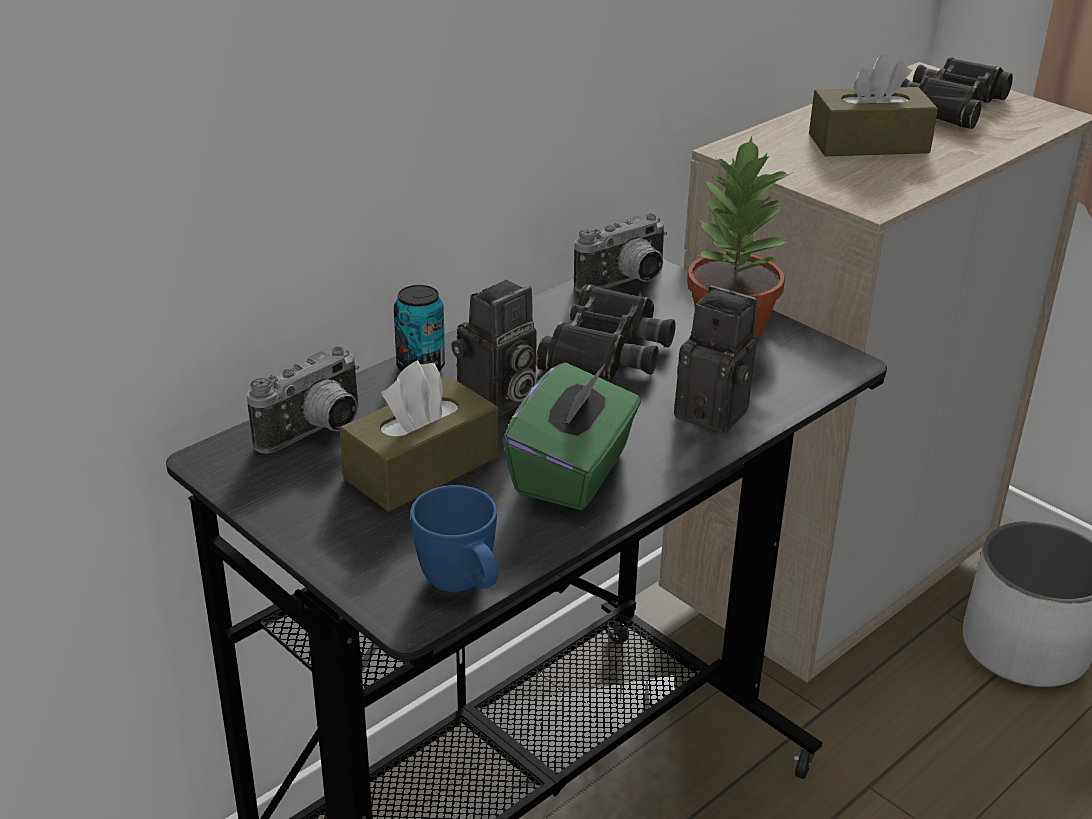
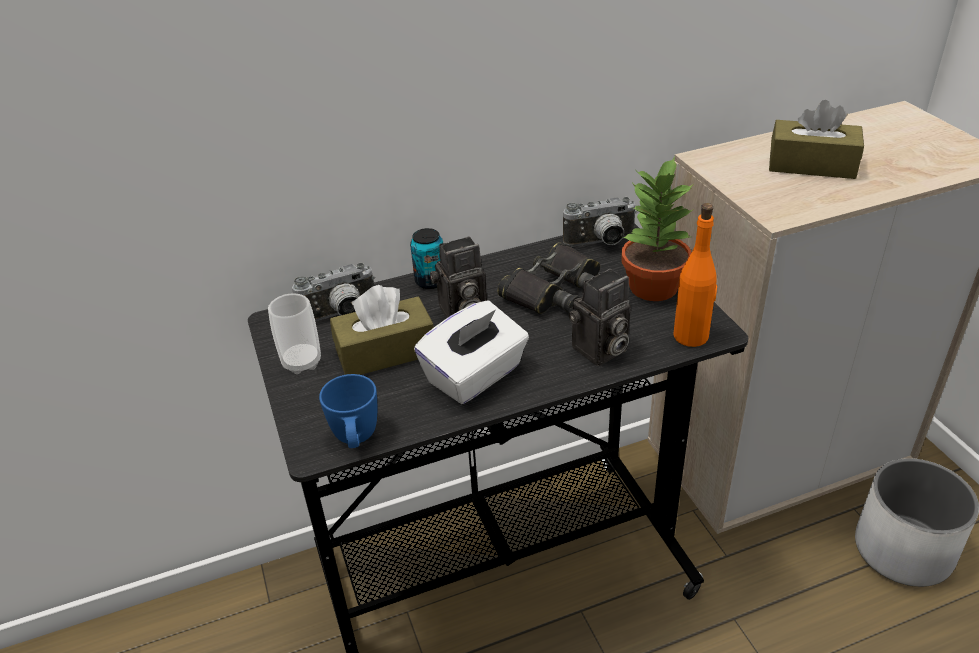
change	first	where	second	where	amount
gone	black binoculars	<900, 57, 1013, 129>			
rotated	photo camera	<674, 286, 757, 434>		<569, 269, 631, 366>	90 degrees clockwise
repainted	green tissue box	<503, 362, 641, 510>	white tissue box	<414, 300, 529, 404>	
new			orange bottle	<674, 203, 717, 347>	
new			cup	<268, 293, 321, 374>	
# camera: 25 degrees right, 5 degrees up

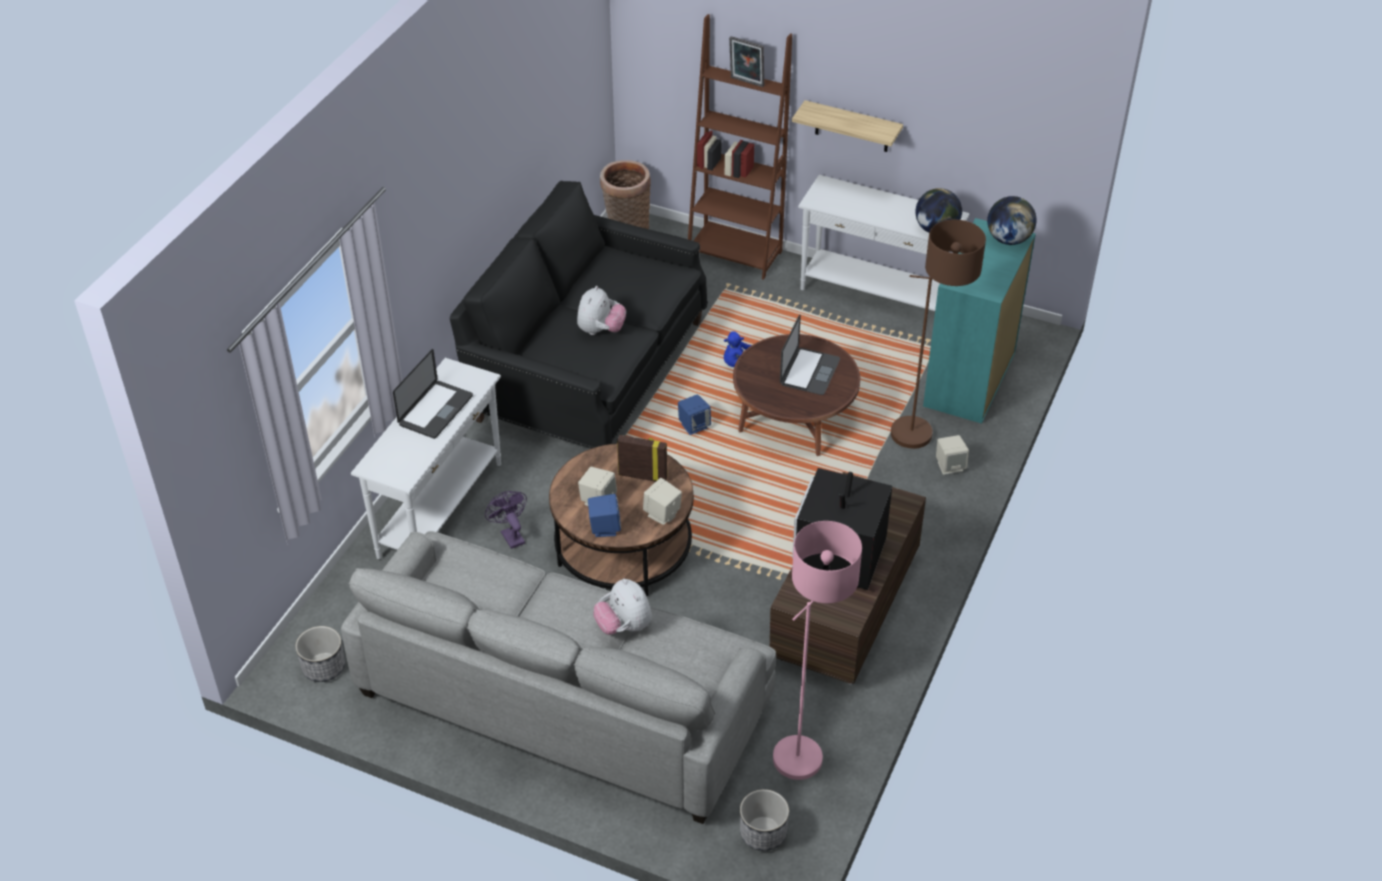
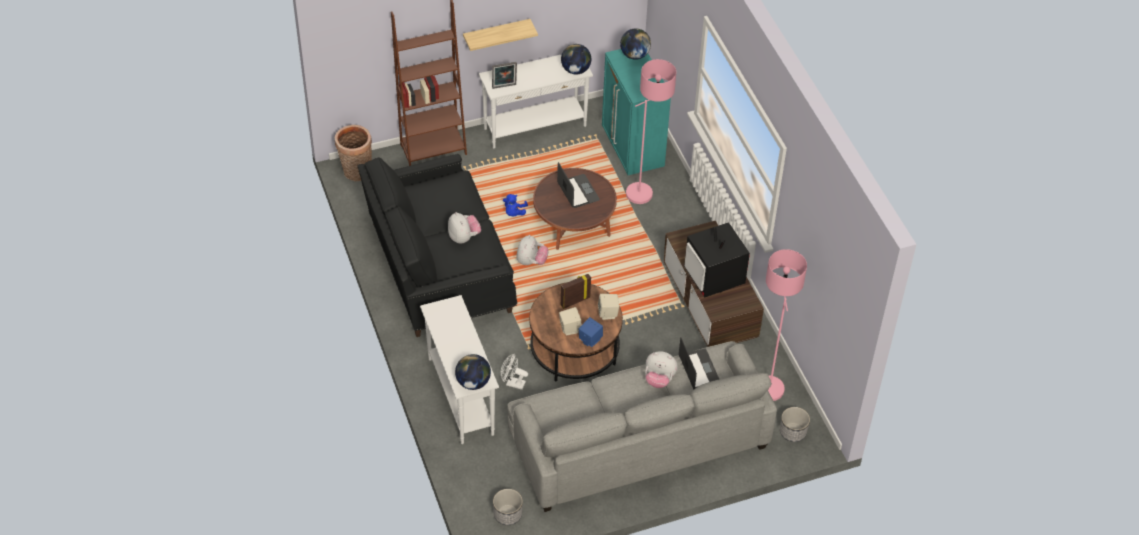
change	first	where	second	where	amount
shifted	picture frame	<729, 36, 764, 87>		<492, 62, 517, 89>	
repainted	brown floor lamp	<891, 219, 986, 449>	pink floor lamp	<626, 59, 676, 204>	
shifted	laptop	<393, 349, 473, 439>		<679, 337, 719, 390>	
swapped	blue speaker	<678, 394, 711, 435>	plush toy	<516, 235, 549, 265>	
gone	beige speaker	<936, 435, 969, 475>			
repainted	purple fan	<485, 491, 527, 549>	white fan	<501, 354, 528, 390>	
new			globe	<455, 354, 491, 390>	
# camera: 45 degrees left, 5 degrees up

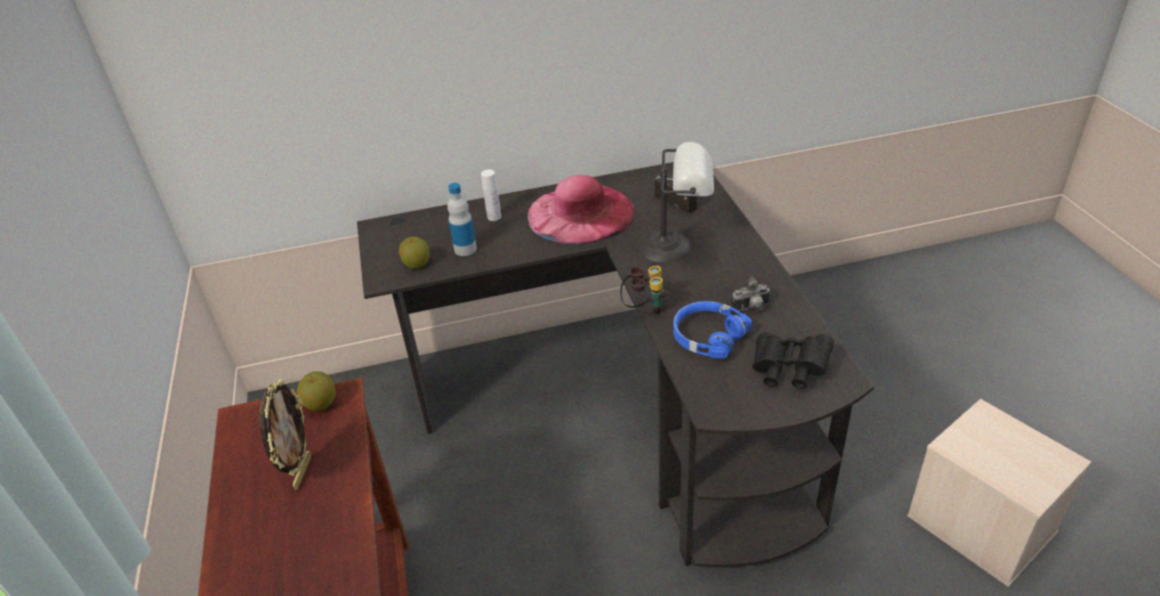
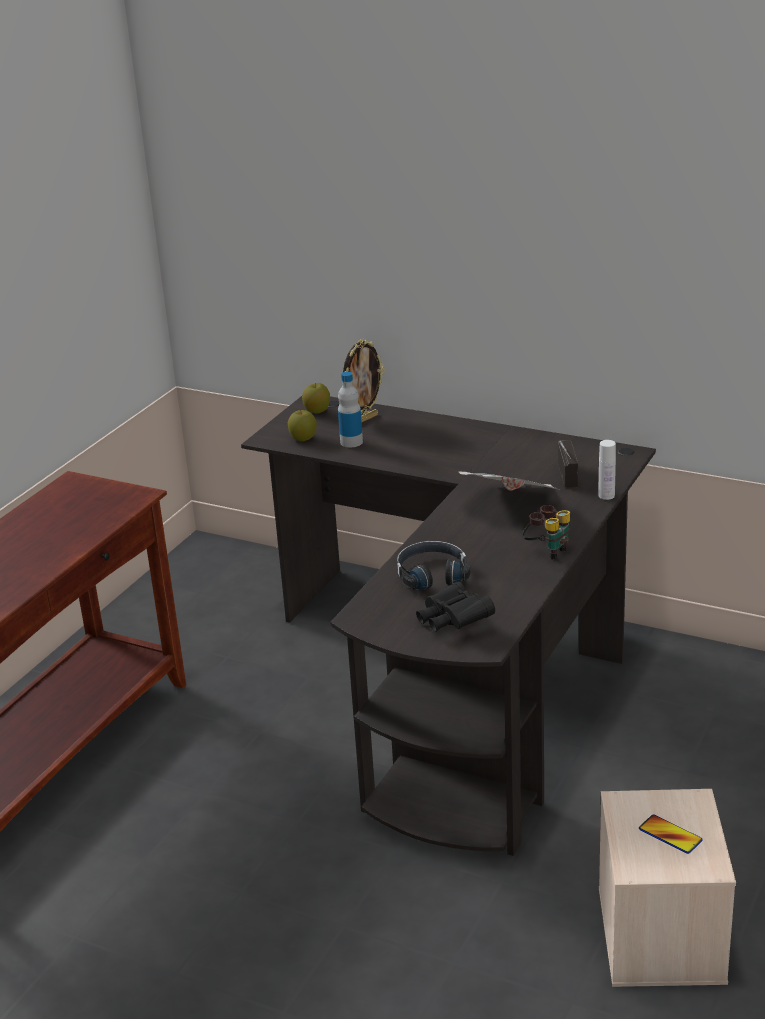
change	first	where	second	where	amount
swapped	table lamp	<637, 142, 714, 262>	newspaper	<459, 471, 560, 491>	
shifted	white bottle	<481, 169, 501, 221>		<598, 440, 616, 500>	
gone	pink hat	<528, 175, 635, 245>			
shifted	binoculars	<620, 266, 667, 314>		<522, 505, 570, 559>	
gone	photo camera	<732, 276, 771, 311>			
repainted	blue headphones	<673, 301, 752, 359>	black headphones	<397, 541, 470, 590>	
shifted	apple	<297, 371, 336, 411>		<302, 383, 330, 413>	
shifted	picture frame	<259, 379, 311, 490>		<343, 339, 385, 422>	
new			phone	<639, 815, 703, 854>	
# camera: 40 degrees right, 10 degrees down

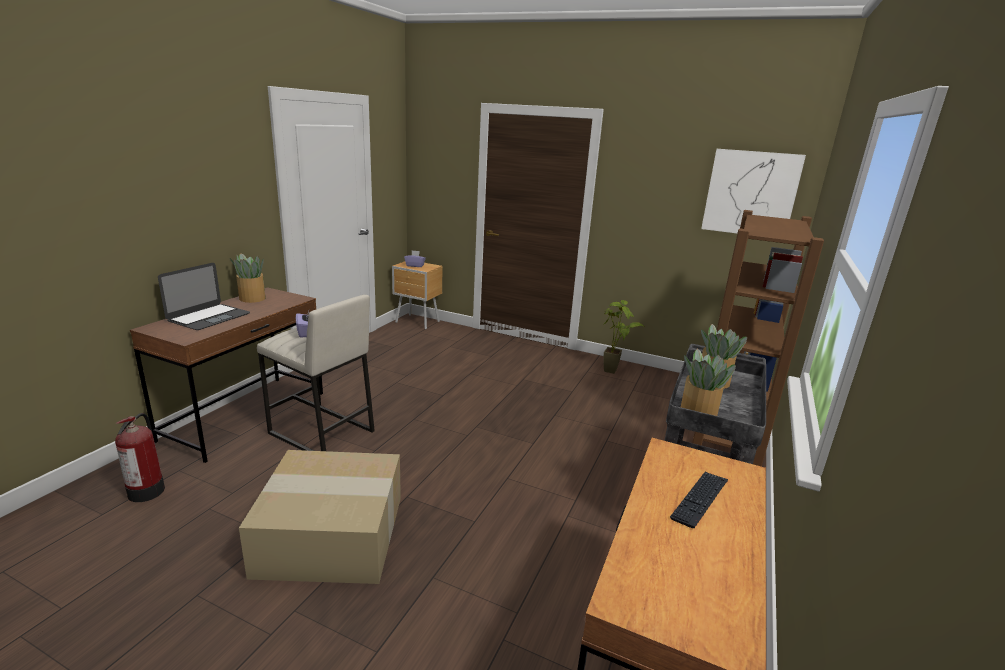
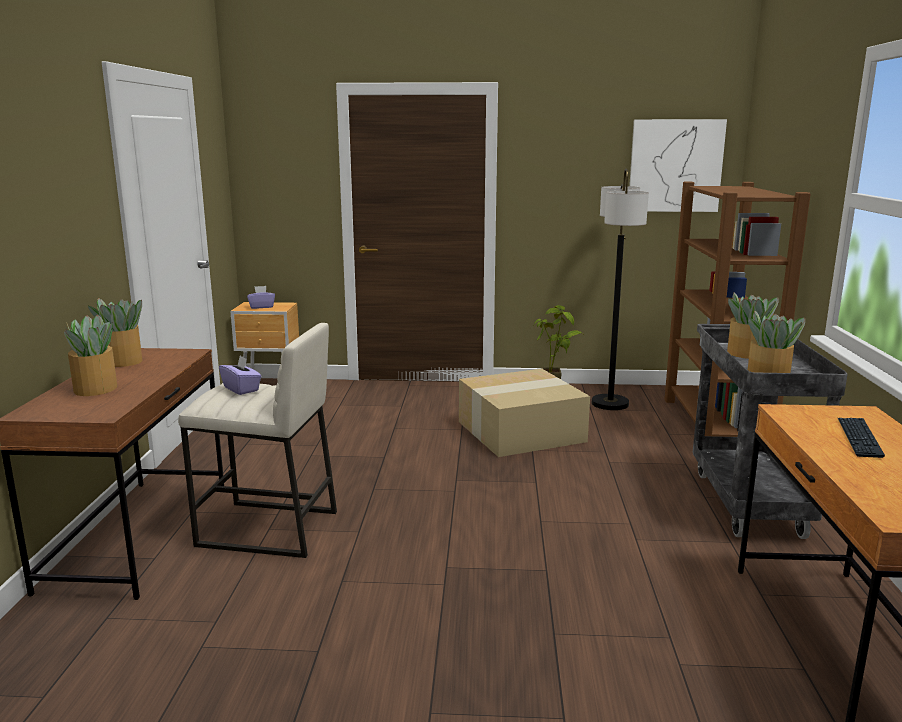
change	first	where	second	where	amount
swapped	laptop	<158, 263, 250, 330>	potted plant	<64, 315, 117, 396>	
gone	fire extinguisher	<115, 413, 165, 502>			
shifted	cardboard box	<239, 450, 401, 584>		<459, 369, 590, 457>	
new			floor lamp	<592, 169, 649, 410>	
# camera: 20 degrees left, 5 degrees down

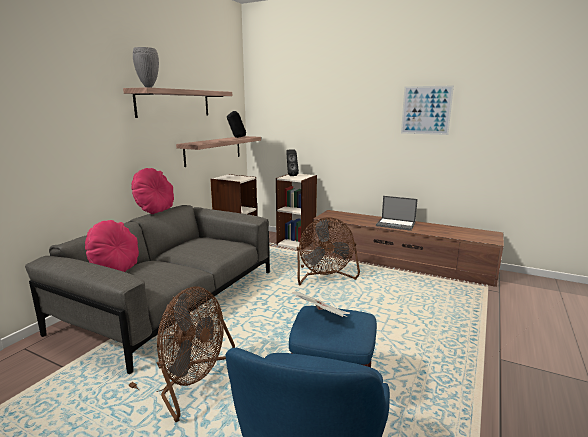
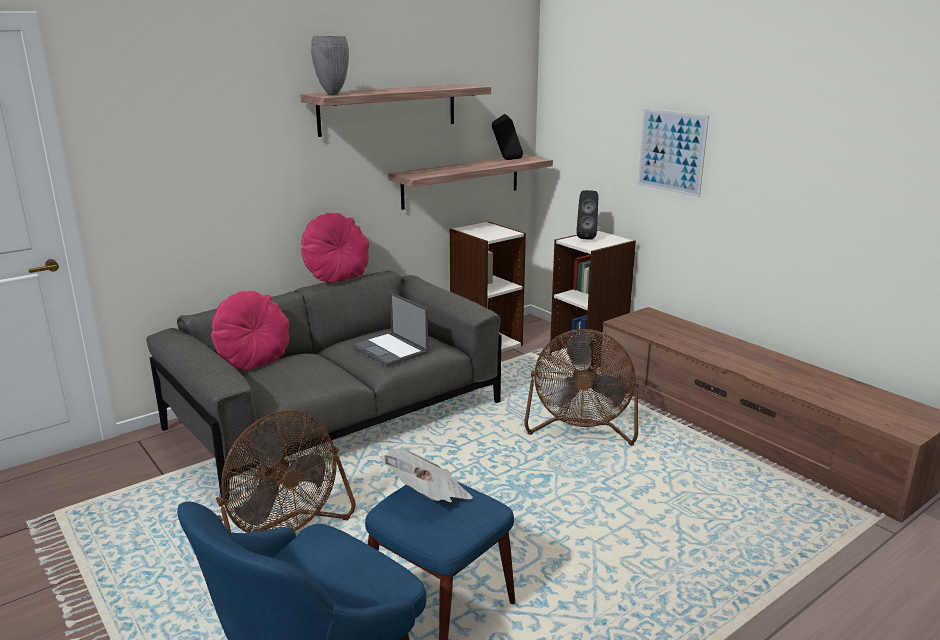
change	first	where	second	where	amount
shifted	picture	<401, 85, 454, 135>		<638, 108, 709, 197>	
shifted	laptop	<376, 196, 418, 231>		<351, 292, 429, 367>	
# camera: 25 degrees right, 5 degrees up

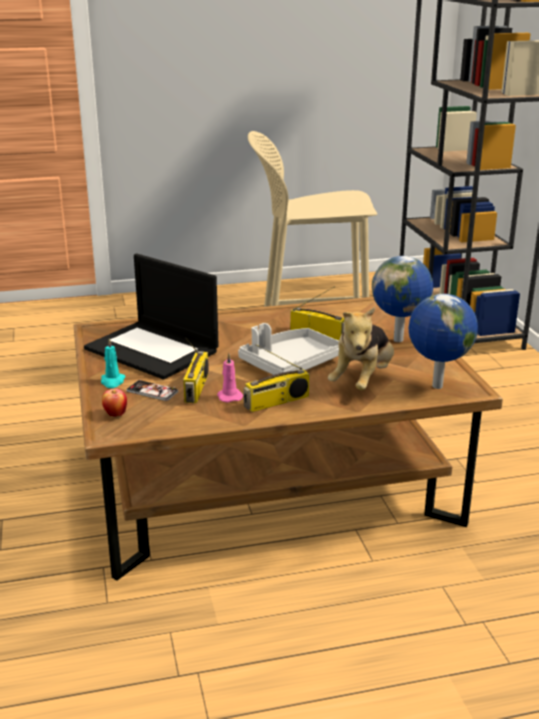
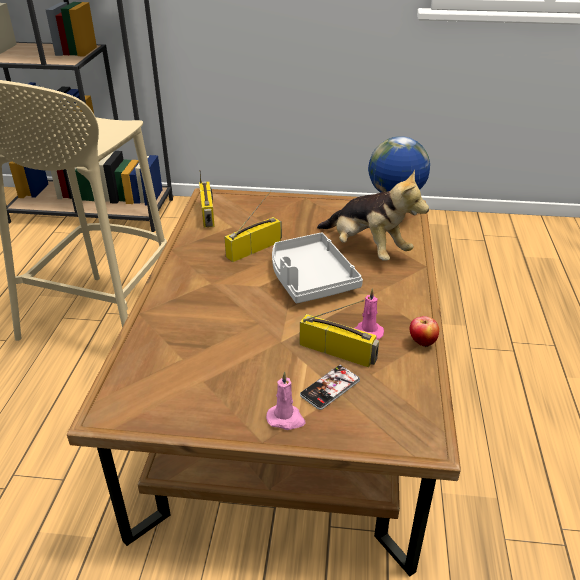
change	first	where	second	where	amount
gone	laptop	<84, 253, 219, 380>			
gone	globe	<372, 256, 433, 342>			
repainted	turquoise candle	<101, 338, 126, 388>	pink candle	<266, 372, 305, 430>	
shifted	radio	<243, 344, 309, 412>		<199, 170, 215, 227>	
shifted	apple	<102, 388, 127, 417>		<410, 316, 439, 347>	
# camera: 70 degrees left, 10 degrees up

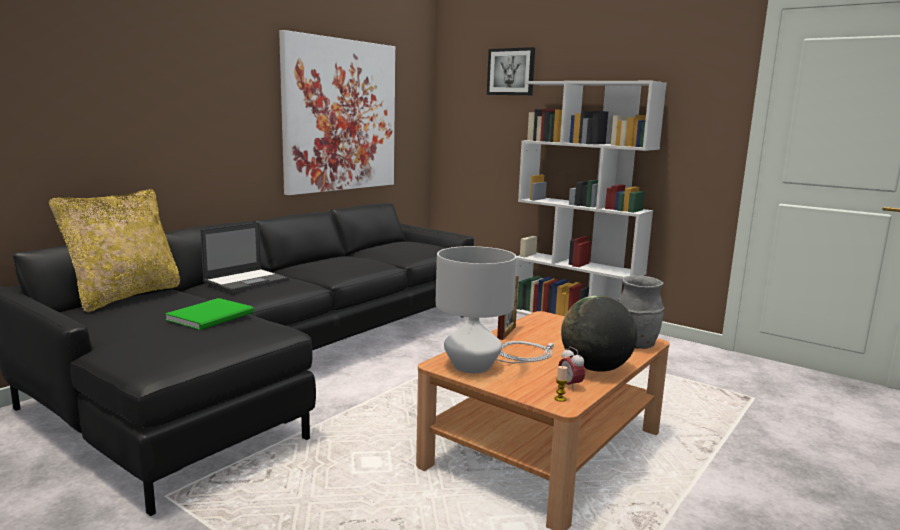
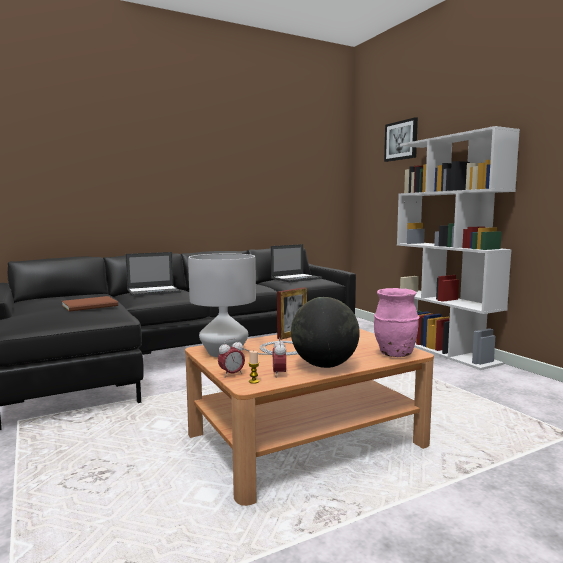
change	first	where	second	where	amount
gone	picture	<279, 30, 395, 195>			
gone	yellow pillow	<49, 189, 180, 312>			
repainted	grey vase	<619, 275, 664, 349>	pink vase	<374, 288, 419, 357>	
repainted	green book	<165, 298, 254, 330>	brown book	<62, 296, 118, 312>	
new			laptop	<271, 244, 322, 282>	
new			alarm clock	<218, 339, 245, 378>	
# camera: 25 degrees right, 5 degrees down

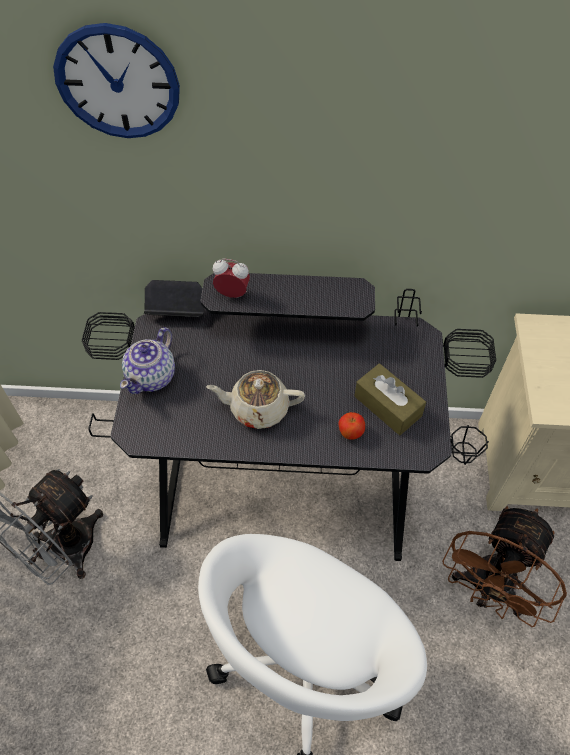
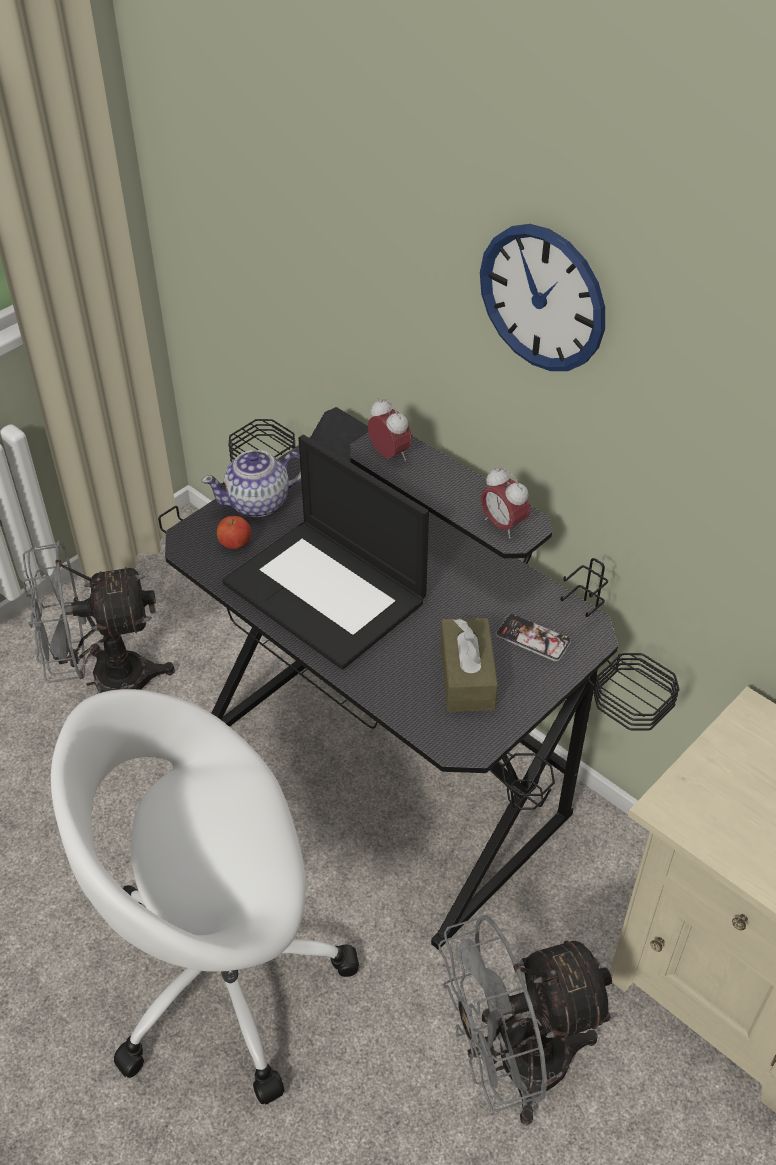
change	first	where	second	where	amount
shifted	wall clock	<53, 23, 180, 138>		<480, 224, 605, 371>	
swapped	beige teapot	<206, 370, 305, 429>	laptop	<222, 435, 429, 670>	
shifted	apple	<339, 412, 365, 440>		<217, 516, 251, 549>	
repainted	brown fan	<442, 506, 567, 627>	grey fan	<438, 915, 617, 1125>	
new			alarm clock	<481, 467, 530, 539>	
new			phone	<496, 614, 571, 662>	
# camera: 40 degrees right, 10 degrees down

